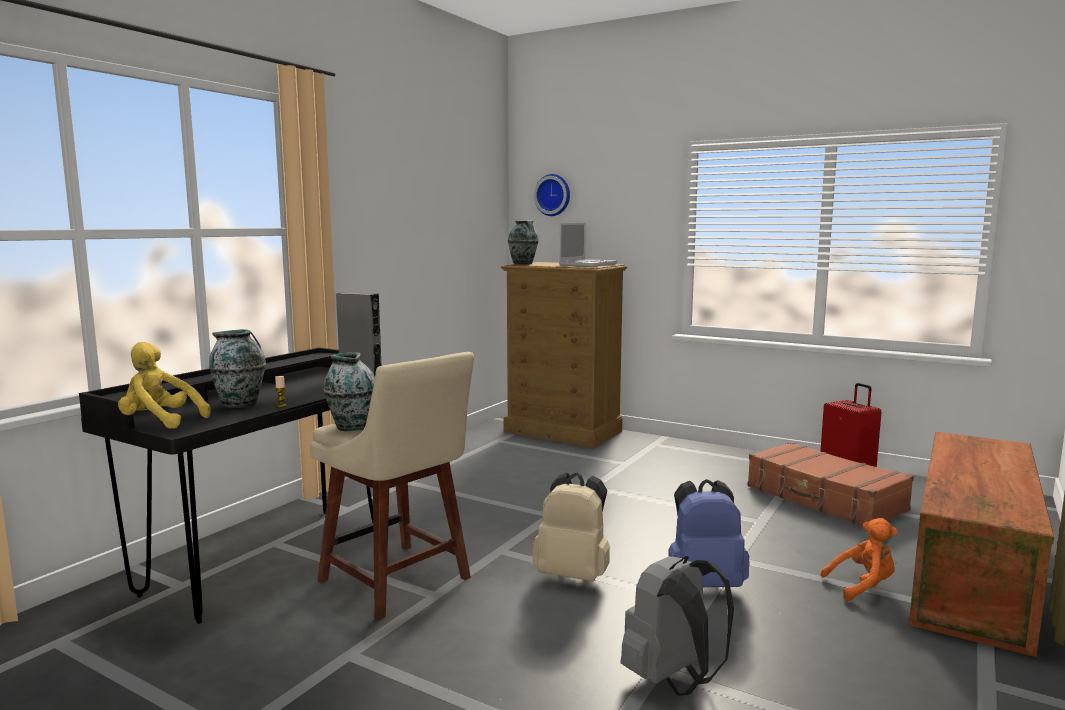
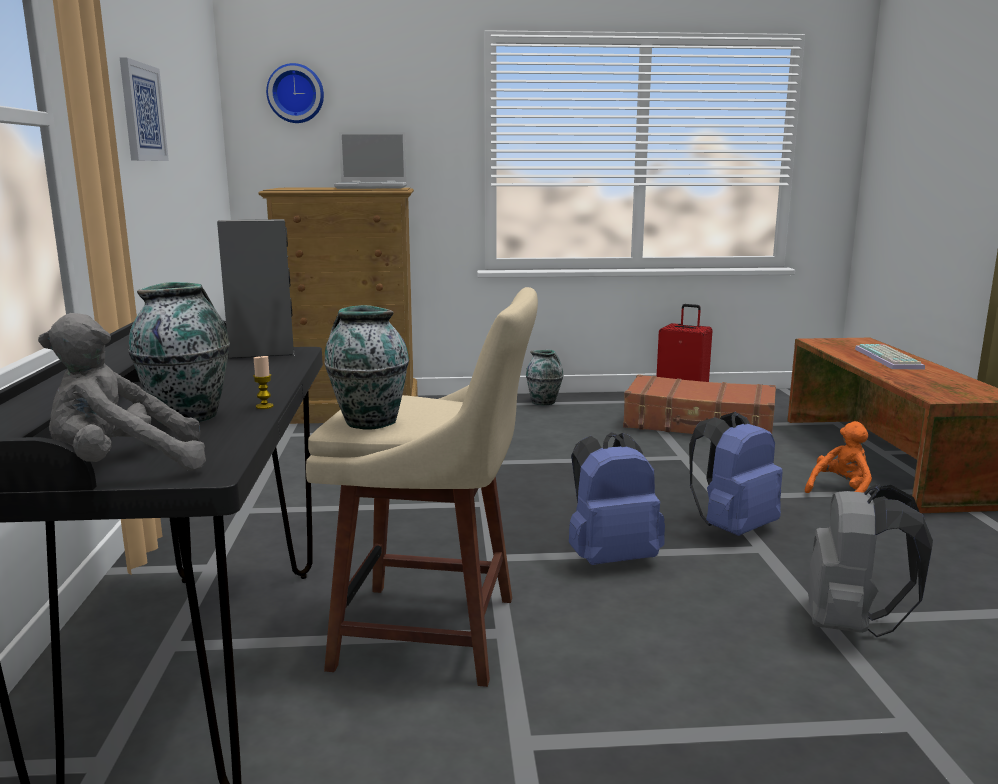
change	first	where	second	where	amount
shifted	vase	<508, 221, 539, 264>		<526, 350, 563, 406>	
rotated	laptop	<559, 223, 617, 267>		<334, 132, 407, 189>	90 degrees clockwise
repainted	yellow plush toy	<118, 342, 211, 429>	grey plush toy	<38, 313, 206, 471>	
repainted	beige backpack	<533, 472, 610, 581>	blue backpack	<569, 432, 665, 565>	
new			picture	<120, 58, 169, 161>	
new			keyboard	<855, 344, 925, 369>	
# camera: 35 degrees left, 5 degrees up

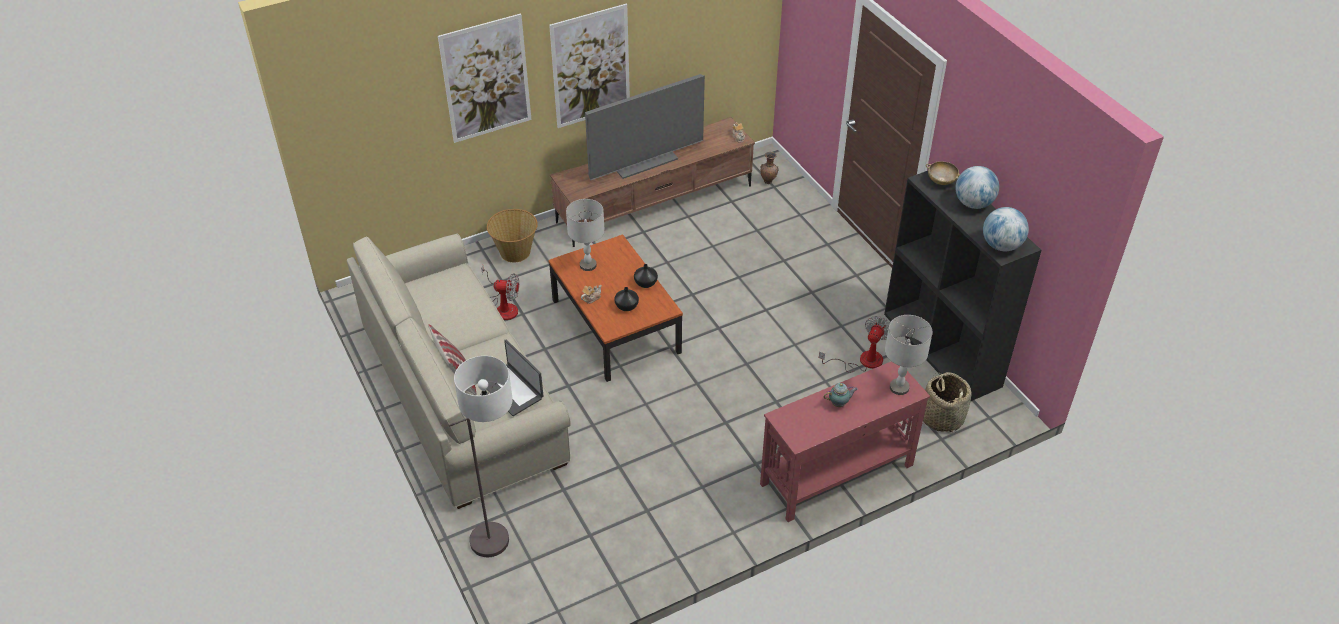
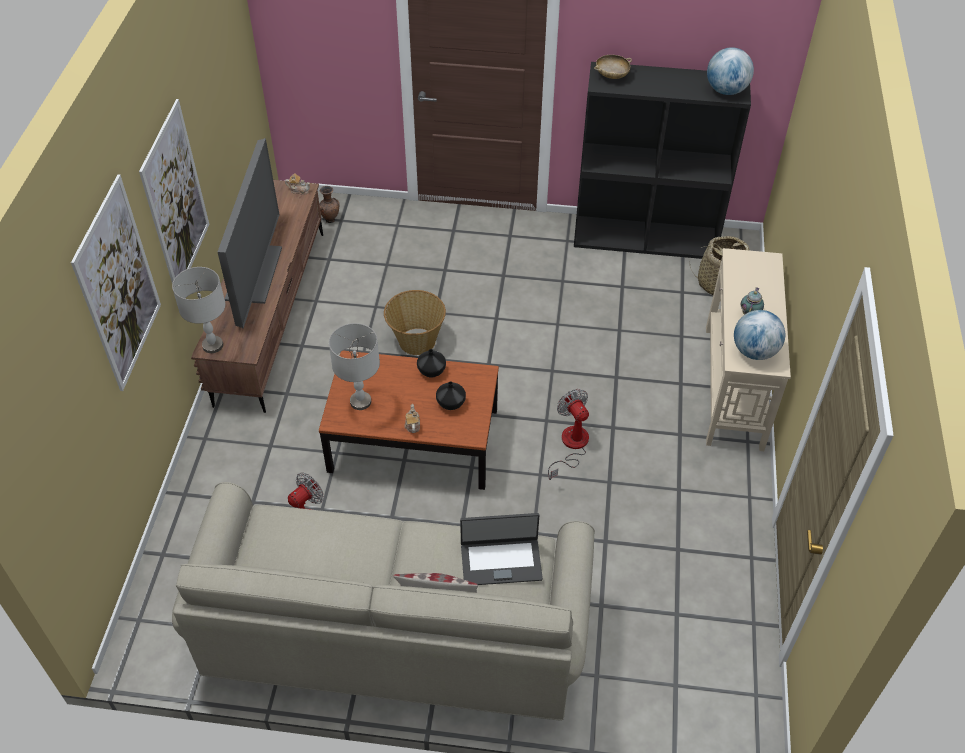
change	first	where	second	where	amount
shifted	globe	<956, 166, 999, 209>		<734, 310, 785, 360>	
shifted	basket	<487, 209, 538, 262>		<384, 290, 446, 355>	
shifted	grey table lamp	<885, 315, 933, 395>		<172, 267, 226, 353>	
shifted	fan	<819, 316, 890, 372>		<548, 389, 589, 480>	
gone	white floor lamp	<449, 356, 513, 557>			
repainted	red console table	<760, 361, 930, 522>	beige console table	<706, 248, 791, 451>	
# camera: 55 degrees left, 5 degrees up

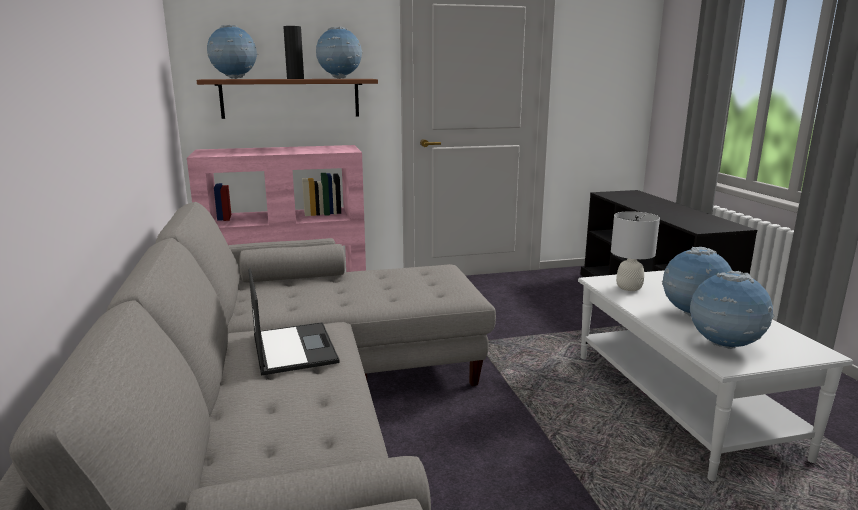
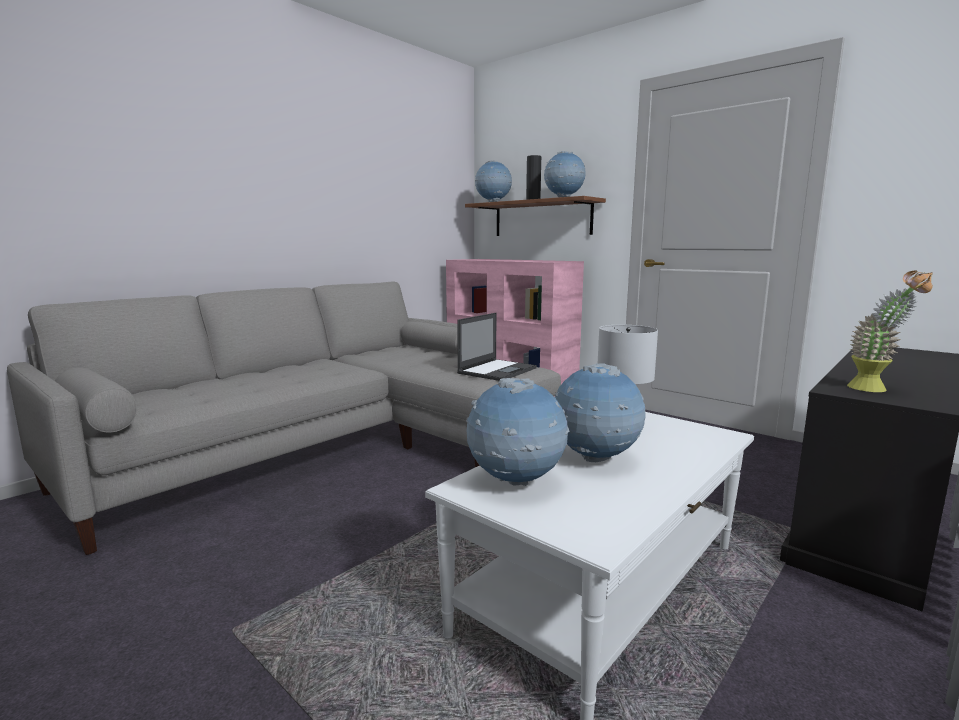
change	first	where	second	where	amount
shifted	laptop	<248, 268, 340, 376>		<457, 313, 537, 381>	
new			potted plant	<847, 271, 933, 392>	
# camera: 55 degrees right, 5 degrees down

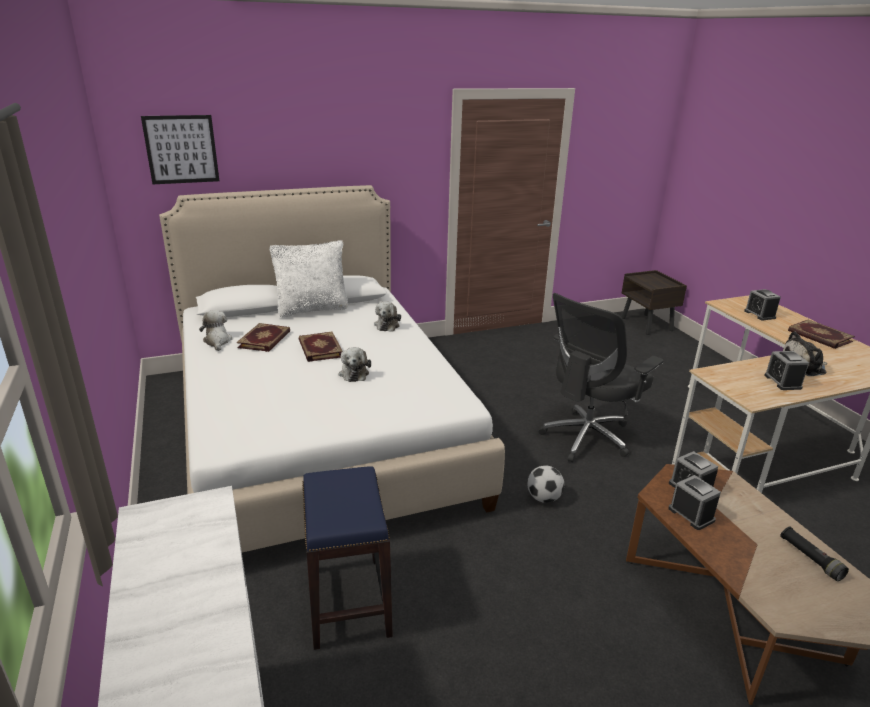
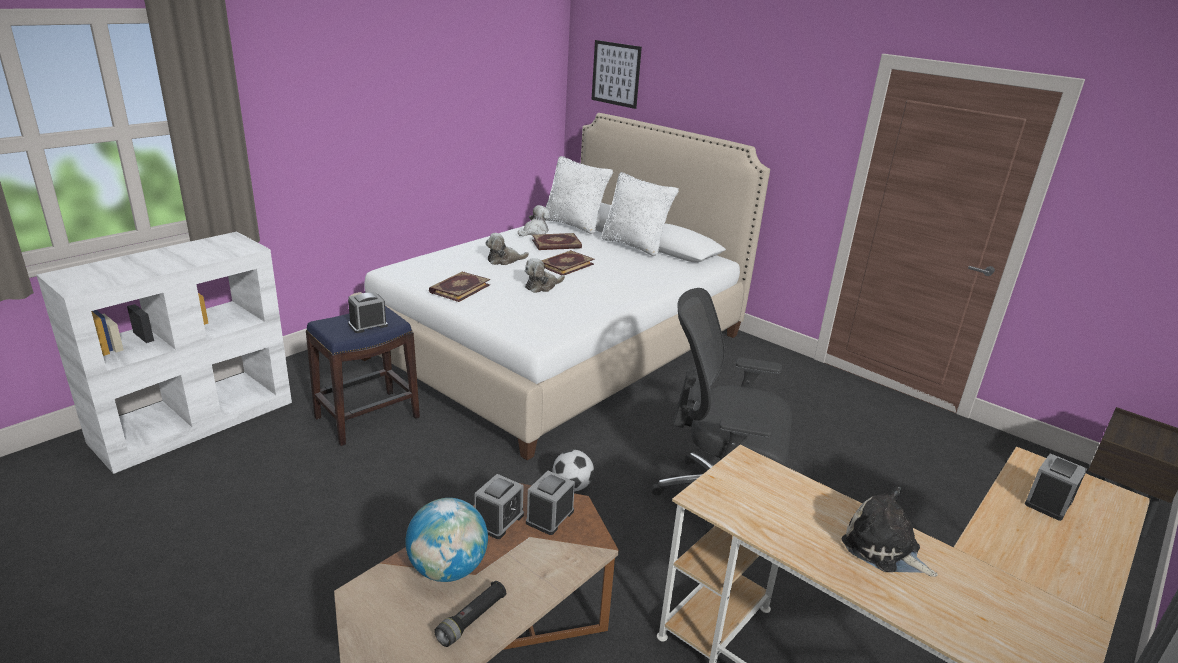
change	first	where	second	where	amount
shifted	plush toy	<374, 301, 401, 332>		<485, 233, 529, 265>	
shifted	book	<788, 319, 855, 349>		<429, 271, 490, 302>	
shifted	alarm clock	<764, 351, 809, 390>		<348, 292, 388, 333>	
new			white pillow	<546, 156, 613, 234>	
new			globe	<406, 498, 488, 582>	
# camera: 60 degrees right, 0 degrees up

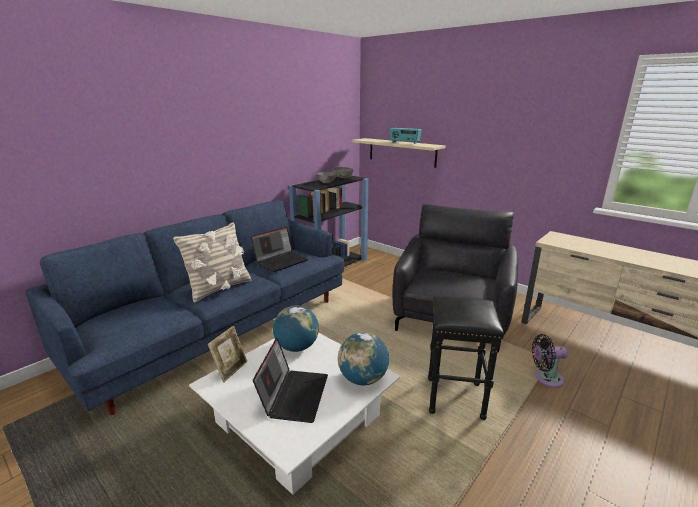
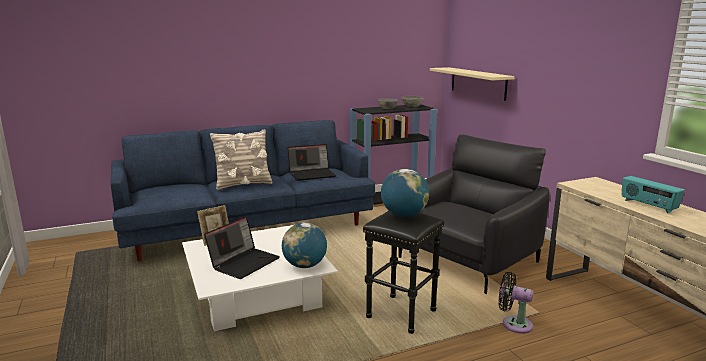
change	first	where	second	where	amount
shifted	radio	<389, 128, 422, 144>		<622, 176, 685, 213>	
shifted	globe	<273, 306, 319, 352>		<381, 169, 429, 217>	
# camera: 25 degrees right, 5 degrees down

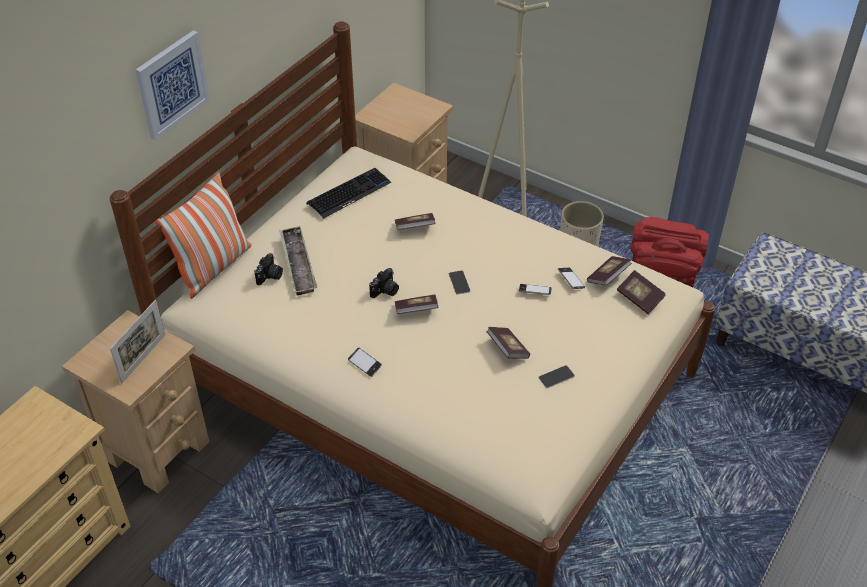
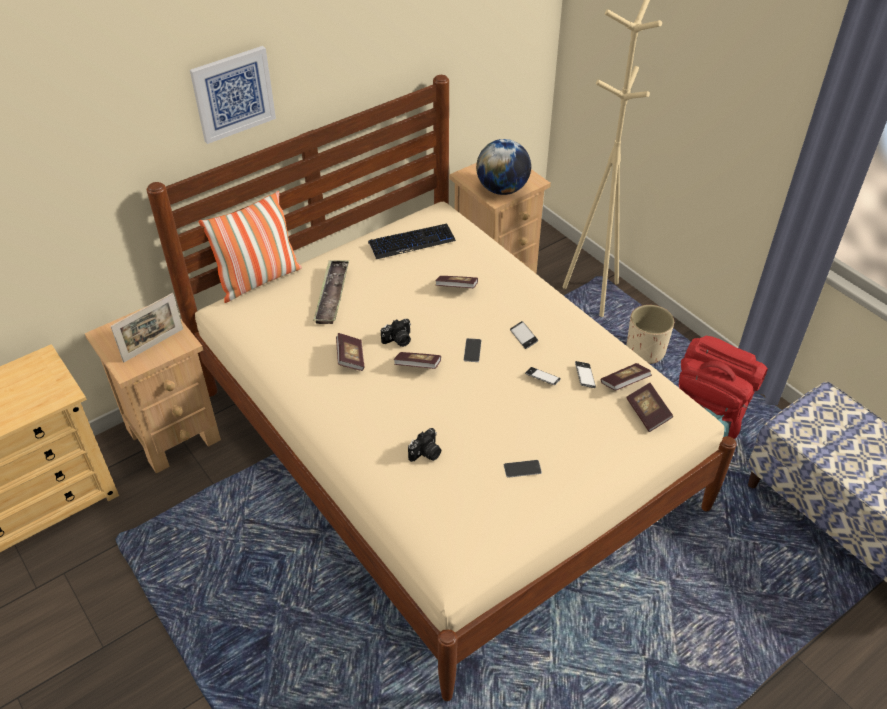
change	first	where	second	where	amount
shifted	photo camera	<254, 253, 283, 286>		<408, 428, 441, 462>	
shifted	book	<486, 327, 530, 359>		<336, 333, 365, 371>	
shifted	phone	<348, 348, 382, 377>		<510, 321, 538, 349>	
new			globe	<476, 139, 531, 195>	
# camera: 20 degrees right, 0 degrees up

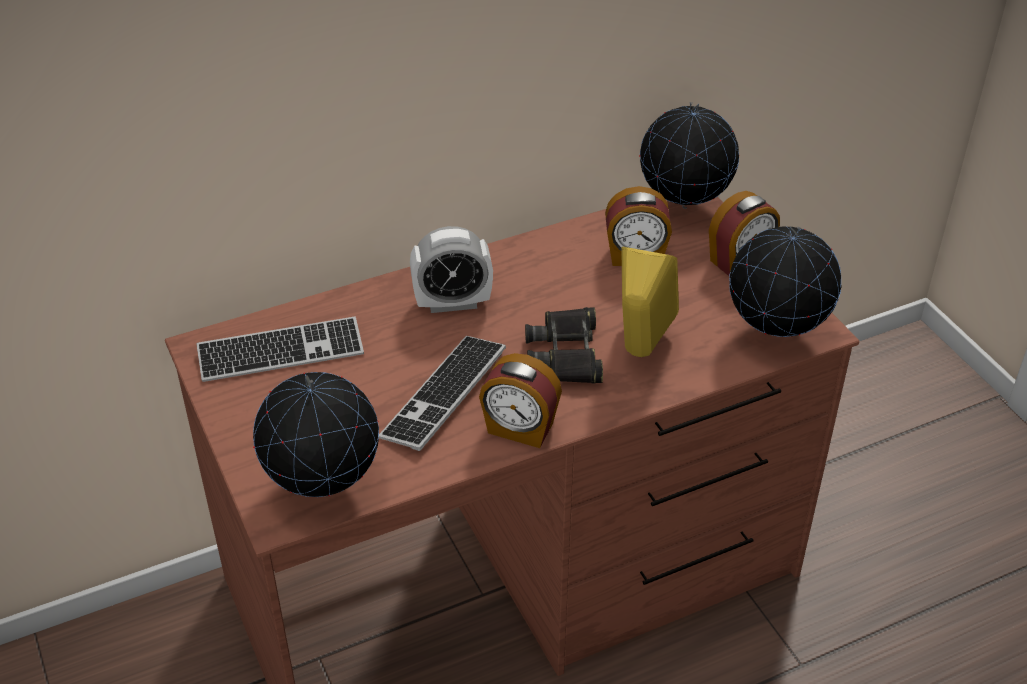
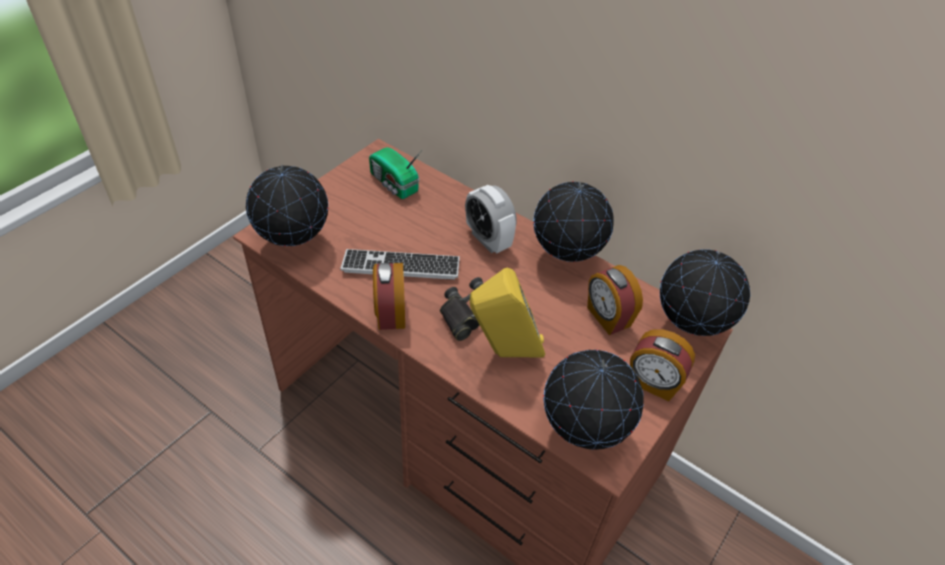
change	first	where	second	where	amount
swapped	keyboard	<196, 316, 364, 382>	radio	<369, 147, 422, 199>	
new			globe	<533, 181, 614, 262>	
# camera: 60 degrees right, 5 degrees up

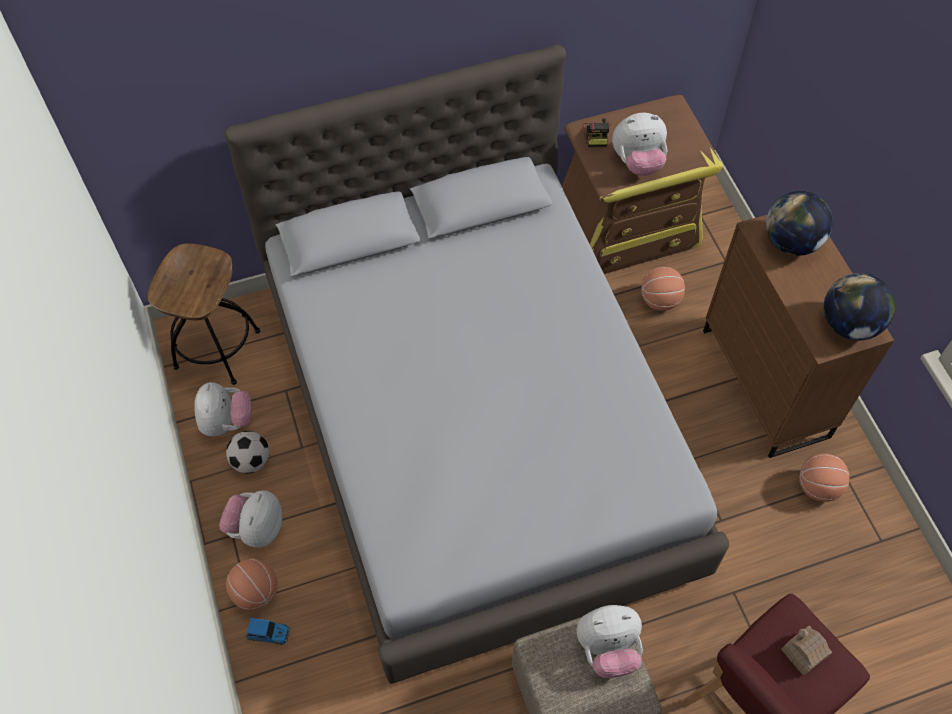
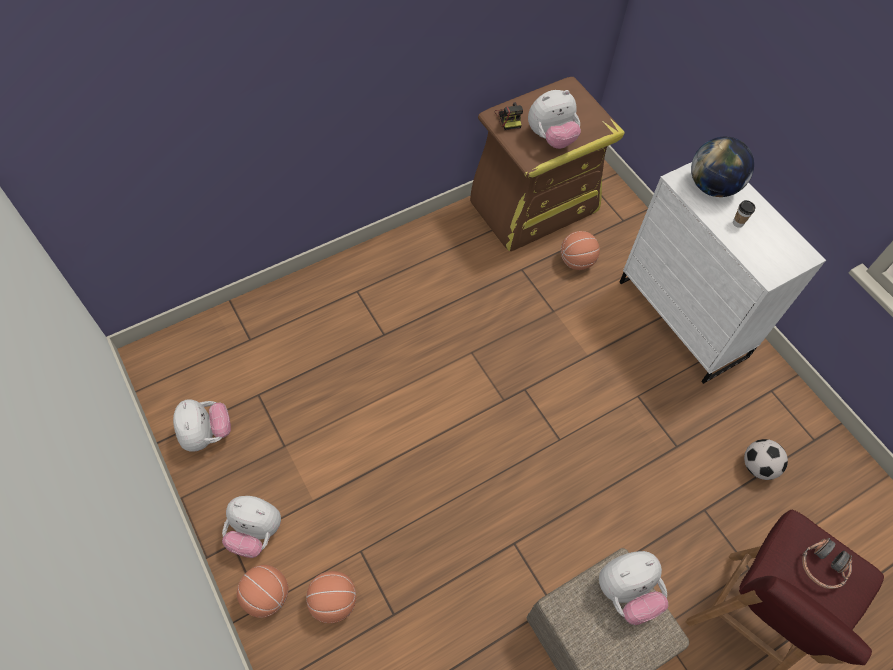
change	first	where	second	where	amount
gone	grey bed	<224, 44, 729, 684>			
repainted	brown dresser	<703, 215, 894, 458>	white dresser	<619, 162, 826, 384>	
gone	brown stool	<147, 243, 260, 385>			
gone	globe	<824, 273, 895, 340>			
shifted	football	<226, 431, 270, 473>		<744, 439, 788, 480>	
shifted	basketball	<799, 453, 850, 502>		<306, 571, 356, 623>	
rotated	plush toy	<219, 490, 282, 548>		<222, 496, 281, 558>	75 degrees counterclockwise
gone	toy car	<246, 618, 290, 645>			
swapped	toy house	<781, 626, 832, 676>	headphones	<802, 538, 852, 589>	
new			cup	<733, 200, 755, 228>	
# camera: 15 degrees left, 0 degrees up

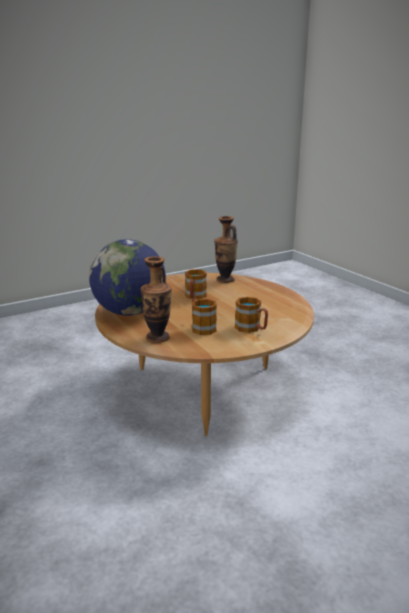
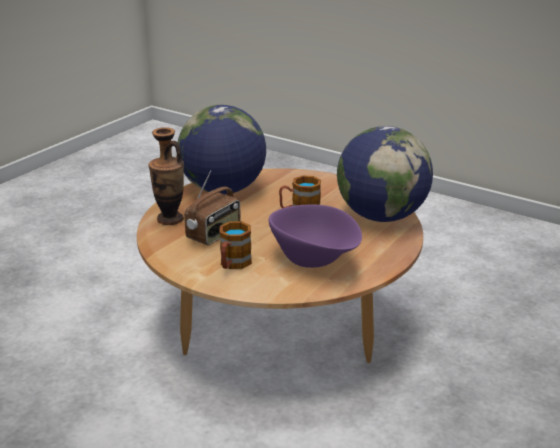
change	first	where	second	where	amount
swapped	vase	<214, 216, 238, 283>	globe	<337, 126, 433, 222>	
swapped	mug	<192, 299, 217, 335>	radio	<184, 170, 241, 245>	
new			purple bowl	<269, 205, 362, 268>	
# camera: 65 degrees right, 5 degrees up

